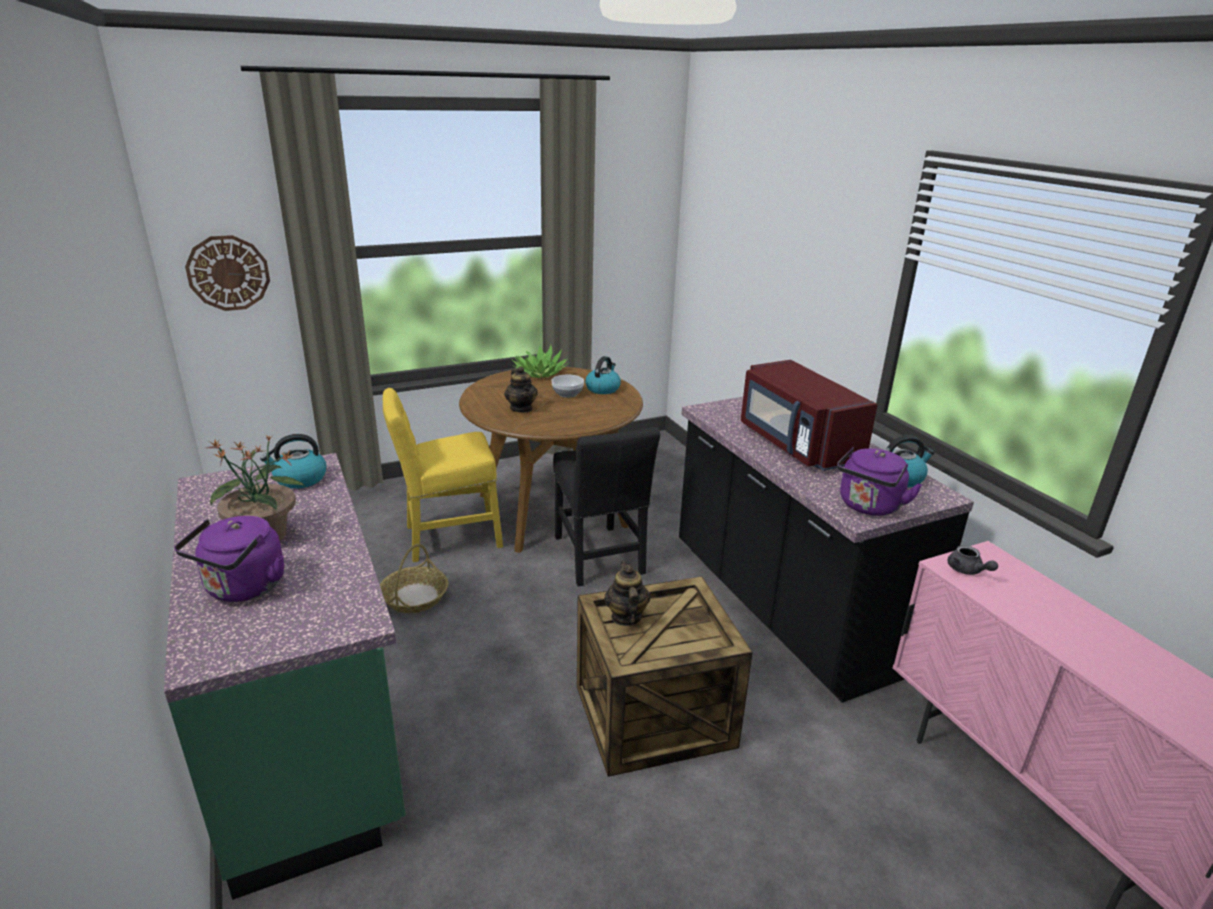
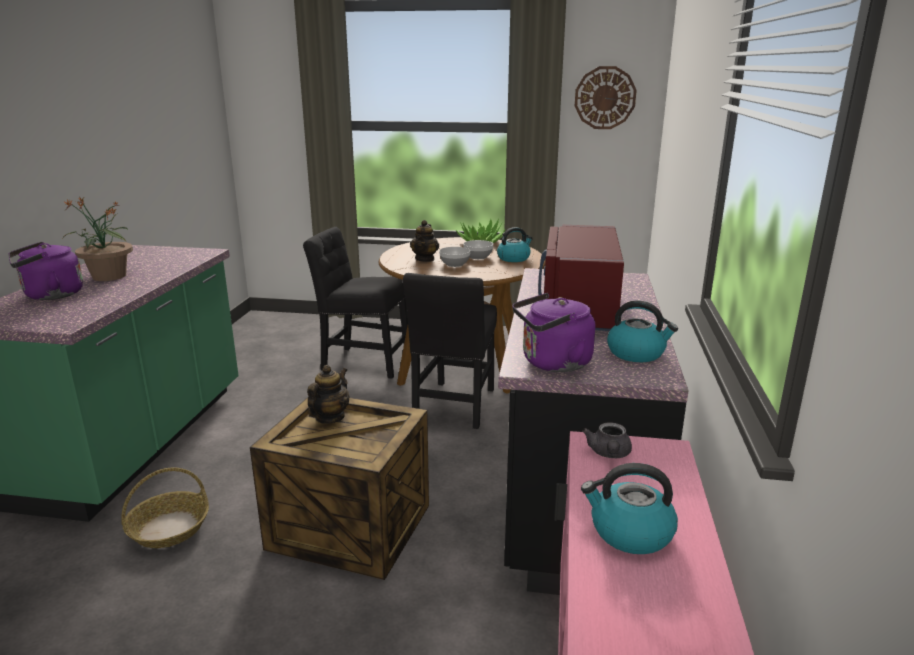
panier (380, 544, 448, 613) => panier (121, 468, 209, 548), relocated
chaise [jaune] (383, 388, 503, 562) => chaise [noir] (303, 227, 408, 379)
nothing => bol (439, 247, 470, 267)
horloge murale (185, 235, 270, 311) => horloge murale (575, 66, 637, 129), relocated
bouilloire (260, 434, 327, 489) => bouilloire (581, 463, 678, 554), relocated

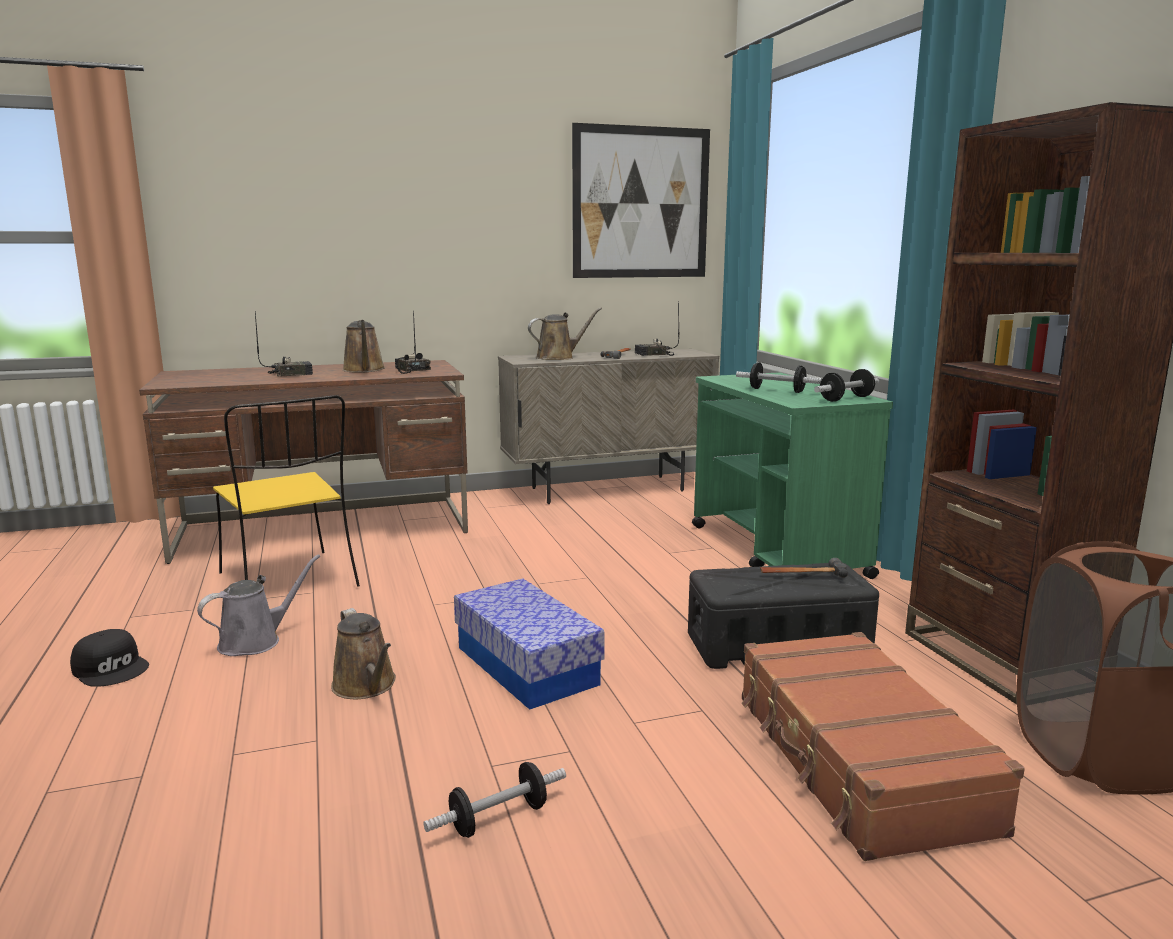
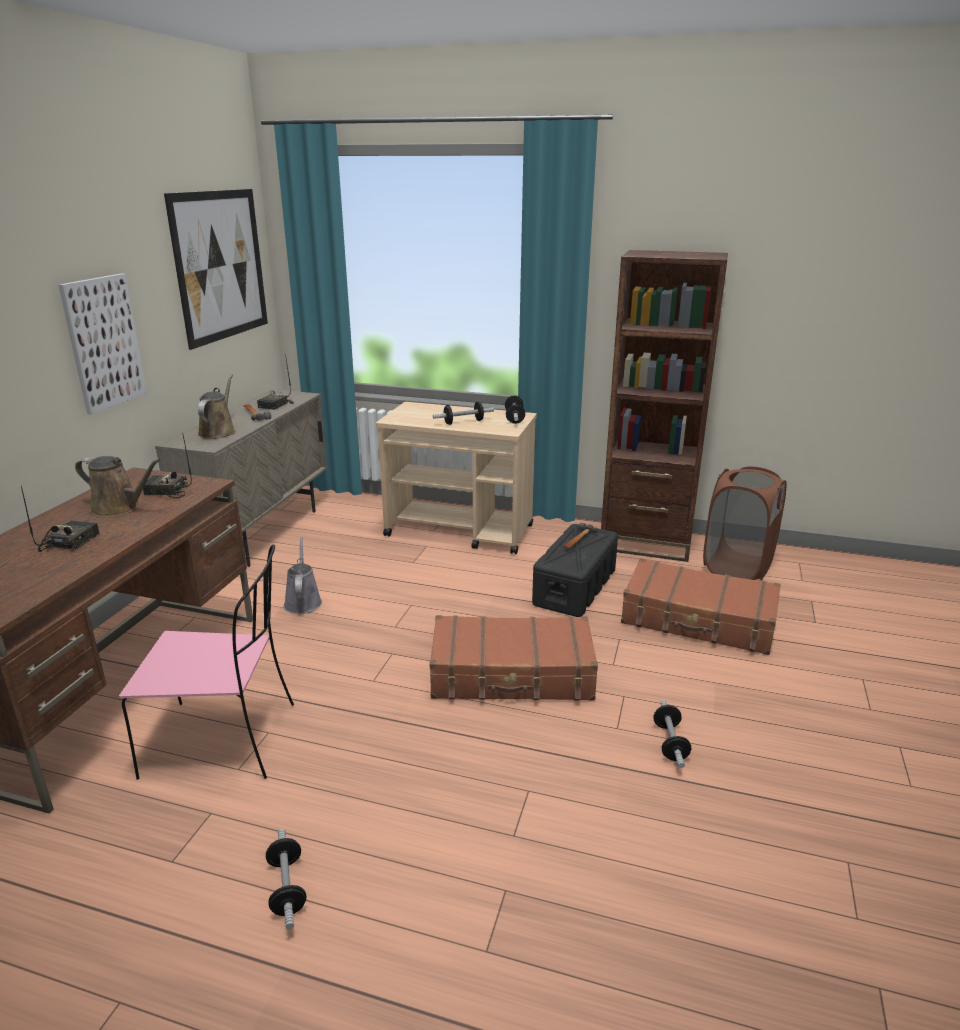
nothing => tableau (59, 274, 147, 415)
chaise [jaune] (213, 395, 360, 587) => chaise [rose] (119, 545, 294, 780)
casquette [noir] (70, 629, 149, 687) => haltère (266, 829, 306, 929)
arrosoir [gris] (197, 554, 320, 656) => arrosoir [gris] (284, 537, 322, 614), relocated
chariot [vert] (692, 373, 893, 579) => chariot [beige] (376, 402, 537, 554)
boîte de rangement (454, 578, 605, 710) => valise [marron] (430, 615, 598, 701)
arrosoir [marron] (331, 608, 396, 699) => nothing

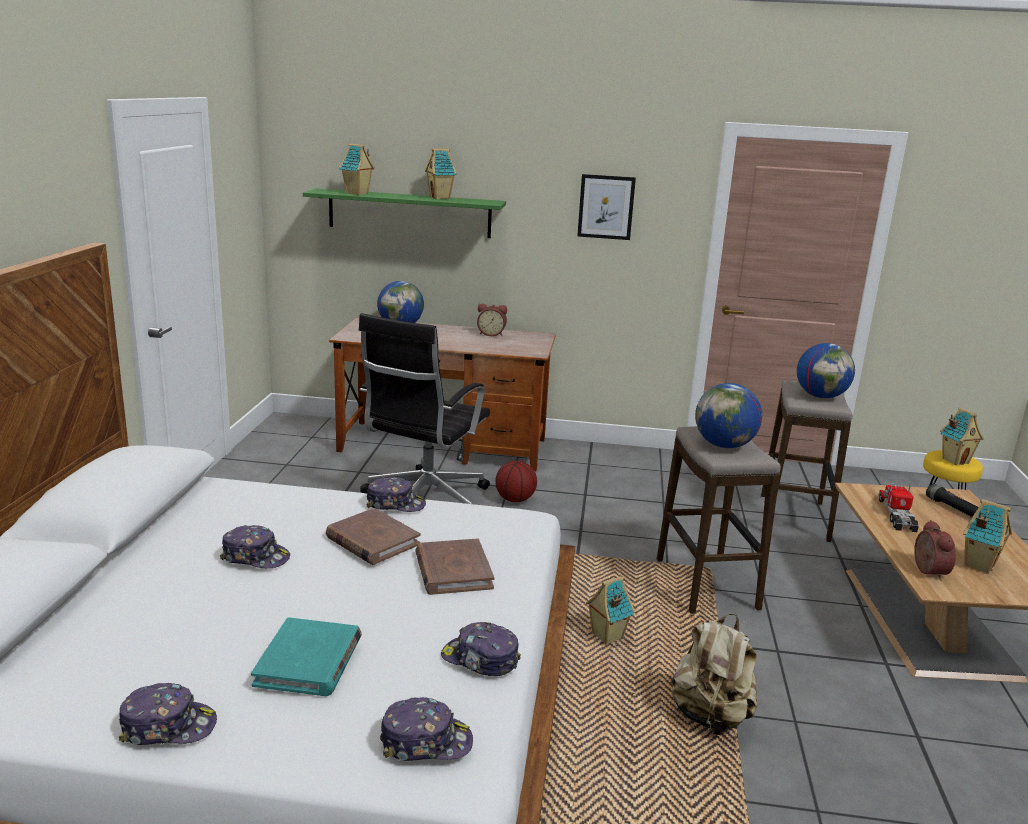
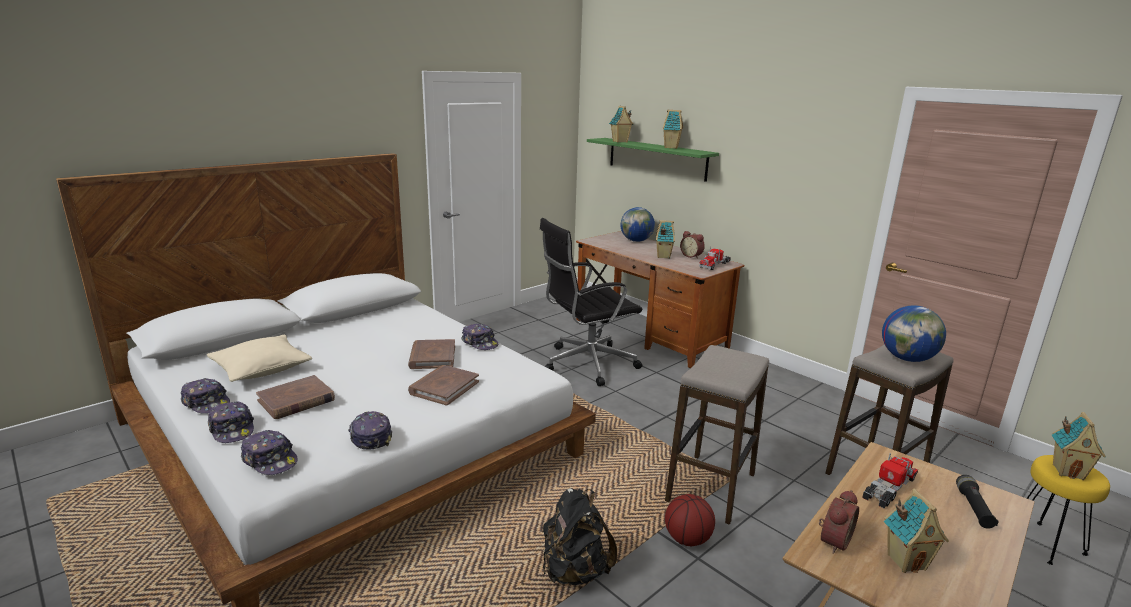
nothing => coussin [beige] (207, 334, 312, 382)
casquette (220, 525, 290, 568) => casquette (208, 402, 254, 443), relocated
livre [turquoise] (251, 617, 362, 696) => livre [marron] (256, 375, 335, 419)
sac à dos [beige] (670, 614, 758, 735) => sac à dos [noir] (543, 488, 617, 585)
maison miniature (586, 576, 635, 645) => maison miniature (656, 220, 675, 259), relocated
ballon de basket (495, 461, 537, 502) => ballon de basket (665, 494, 715, 546), relocated
nothing => camion jouet (699, 247, 731, 270)
tableau (577, 174, 636, 240) => nothing
globe (695, 383, 762, 448) => nothing

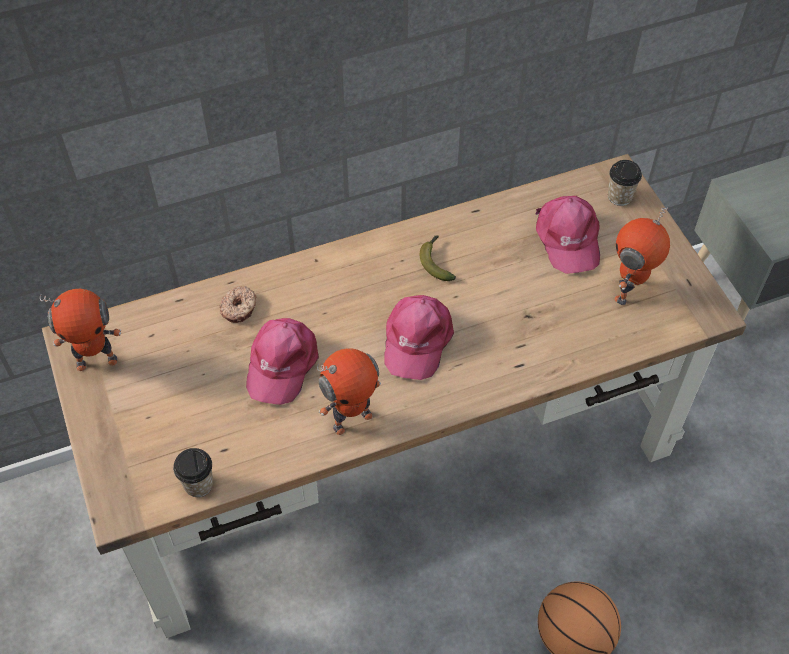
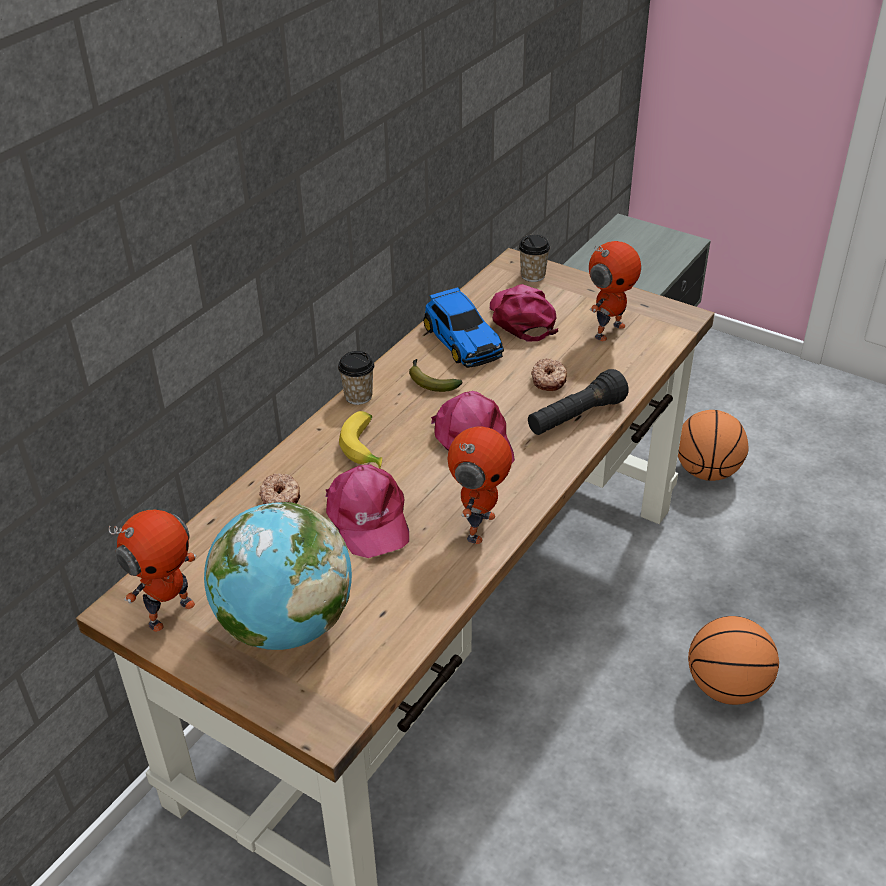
nothing => globe (204, 502, 352, 650)
tasse (173, 448, 213, 497) => tasse (338, 351, 374, 405), relocated
nothing => banane (339, 411, 382, 469)
nothing => petite voiture (423, 287, 504, 368)
casquette [rose] (535, 196, 600, 274) => casquette [rose] (490, 284, 558, 341), 150 degrees counterclockwise
nothing => lampe de poche [noir] (528, 369, 629, 435)
nothing => beignet (531, 358, 567, 391)
robot jouet (614, 208, 670, 305) => robot jouet (589, 241, 641, 341), 135 degrees counterclockwise
nothing => ballon de basket (678, 410, 748, 481)

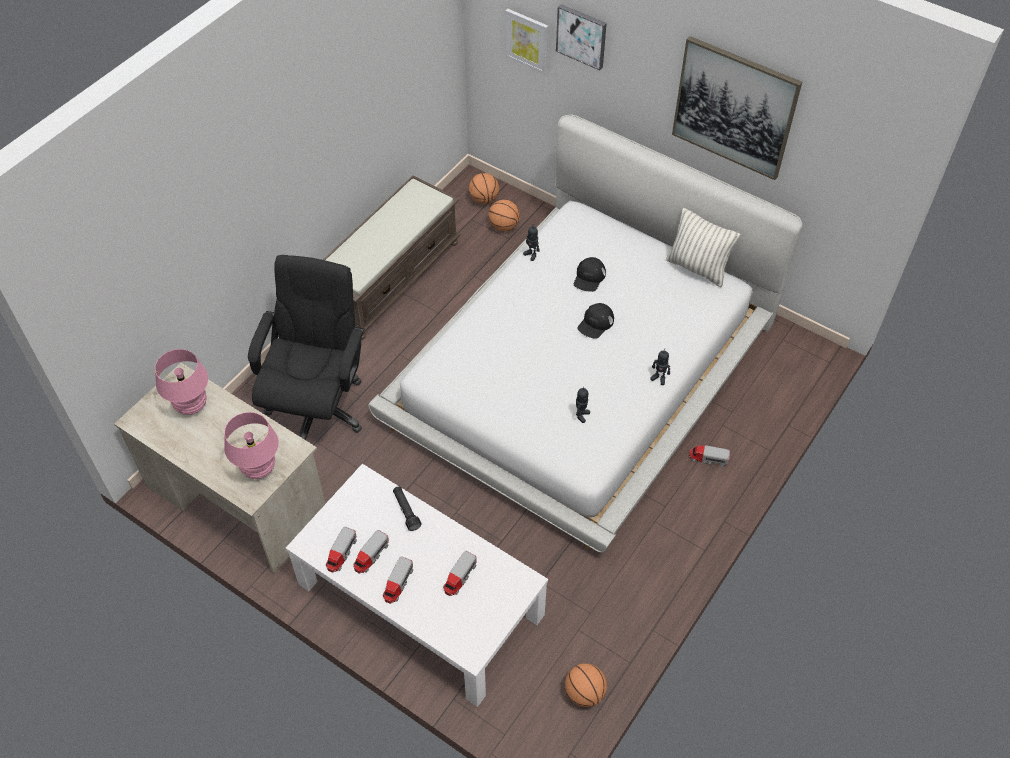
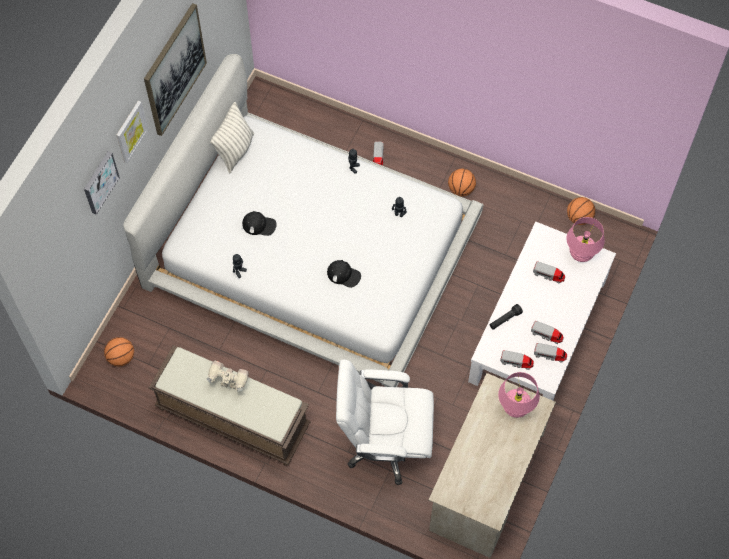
tableau (505, 8, 548, 74) => tableau (116, 101, 148, 163), relocated
nothing => robot jouet (206, 360, 249, 392)
casquette [noir] (577, 303, 614, 339) => casquette [noir] (327, 260, 361, 288), relocated
chaise de bureau [noir] (248, 255, 364, 440) => chaise de bureau [blanc] (336, 360, 434, 485)
ballon de basket (488, 199, 520, 231) => ballon de basket (448, 169, 476, 197), relocated
camion jouet (383, 557, 413, 604) => camion jouet (500, 350, 534, 370), relocated
lampe de table [rose] (155, 349, 208, 415) => lampe de table [rose] (566, 217, 605, 262), relocated

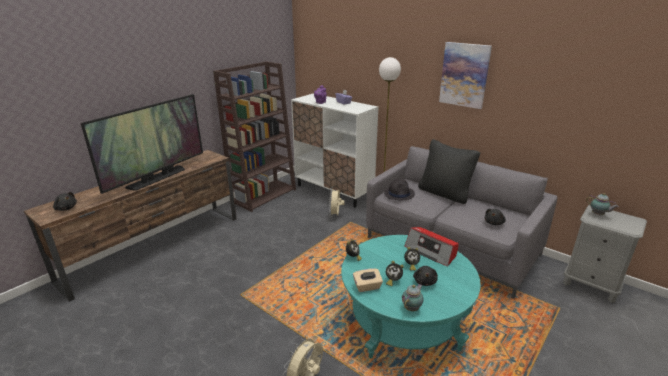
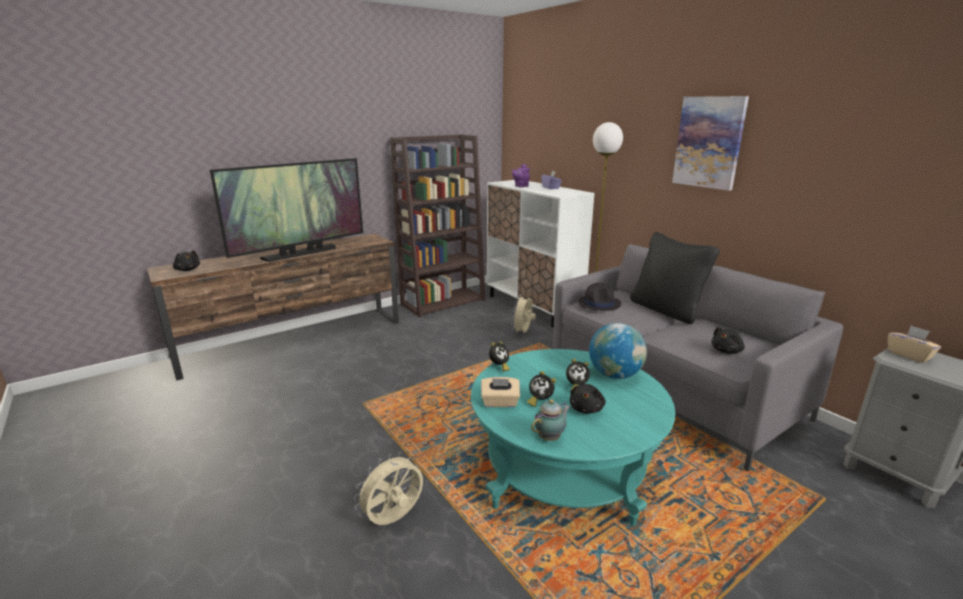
radio (405, 227, 459, 267) => globe (589, 323, 647, 379)
théière (586, 193, 619, 215) => boîte à mouchoirs [beige] (888, 326, 941, 363)

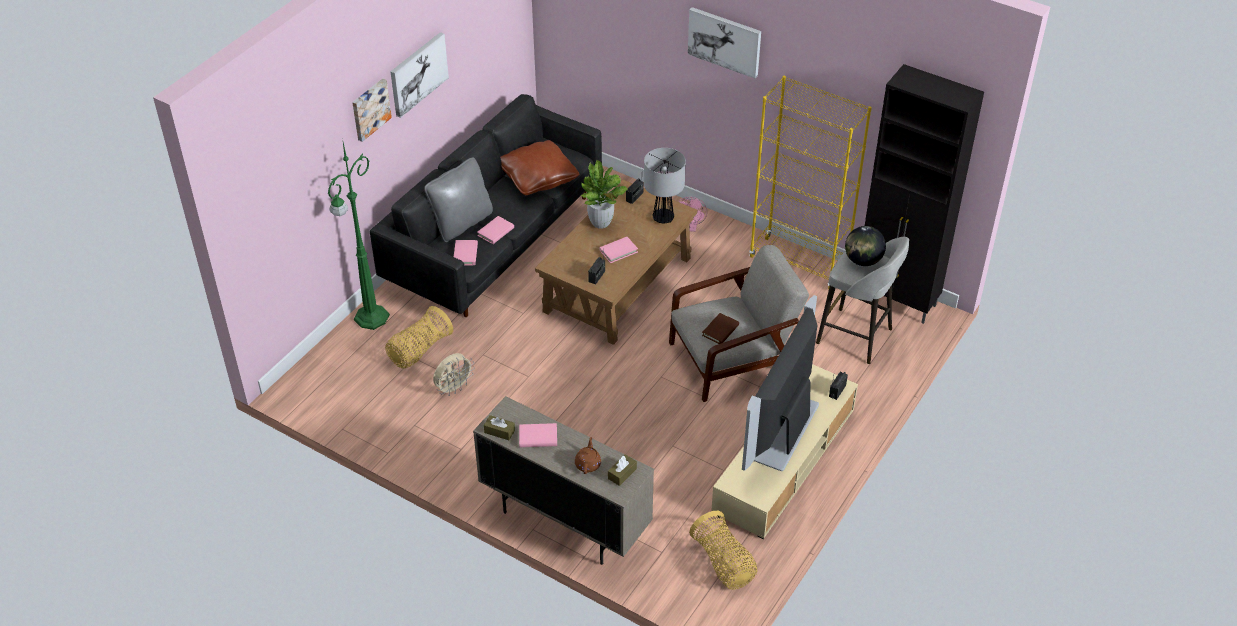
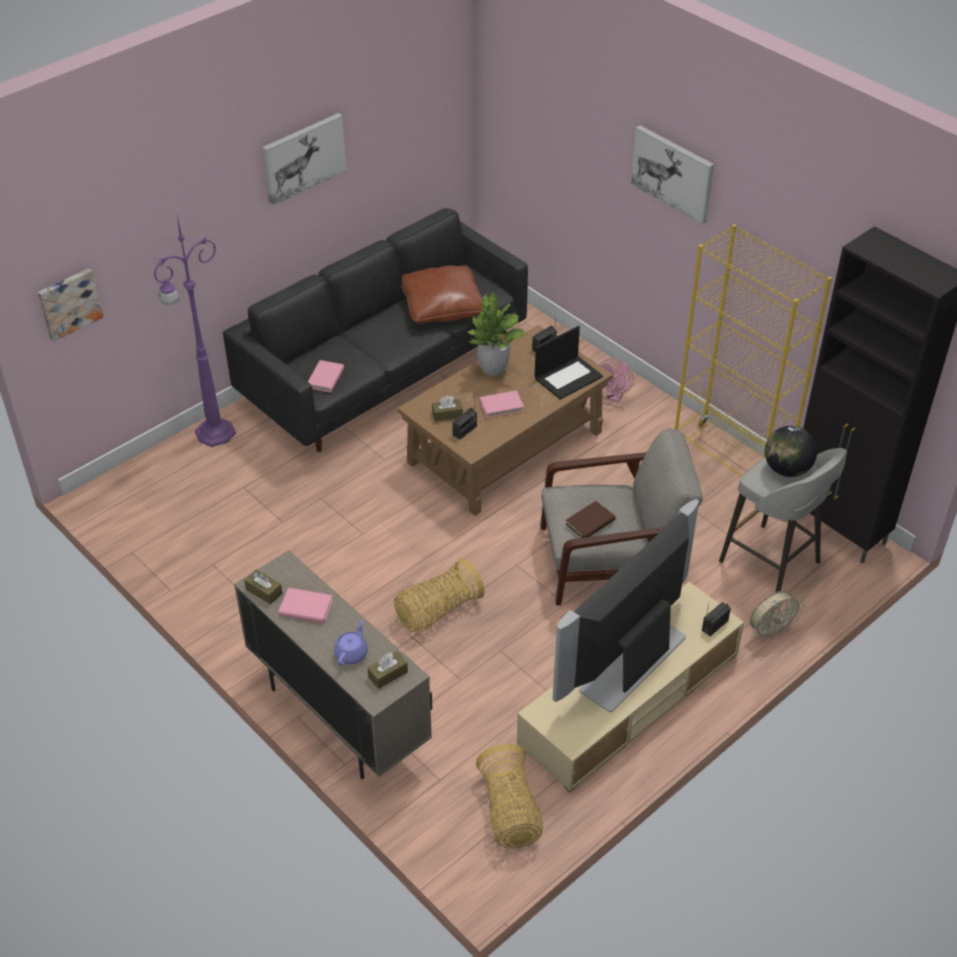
tableau (352, 78, 392, 142) => tableau (38, 268, 103, 341), relocated
lampadaire [vert] (328, 138, 390, 330) => lampadaire [violet] (153, 216, 236, 447)
théière [marron] (575, 437, 601, 474) => théière [violet] (334, 621, 368, 665)
panier (385, 306, 453, 368) => panier (394, 558, 485, 632), relocated
nothing => boîte à mouchoirs [marron] (432, 396, 463, 422)
lampe de table (644, 148, 686, 223) => ordinateur portable (535, 326, 603, 399)
ventilateur [beige] (433, 353, 475, 396) => ventilateur [beige] (749, 590, 804, 641), relocated
coussin [gris] (424, 157, 493, 242) => nothing
livre [rose] (477, 216, 514, 244) => nothing

